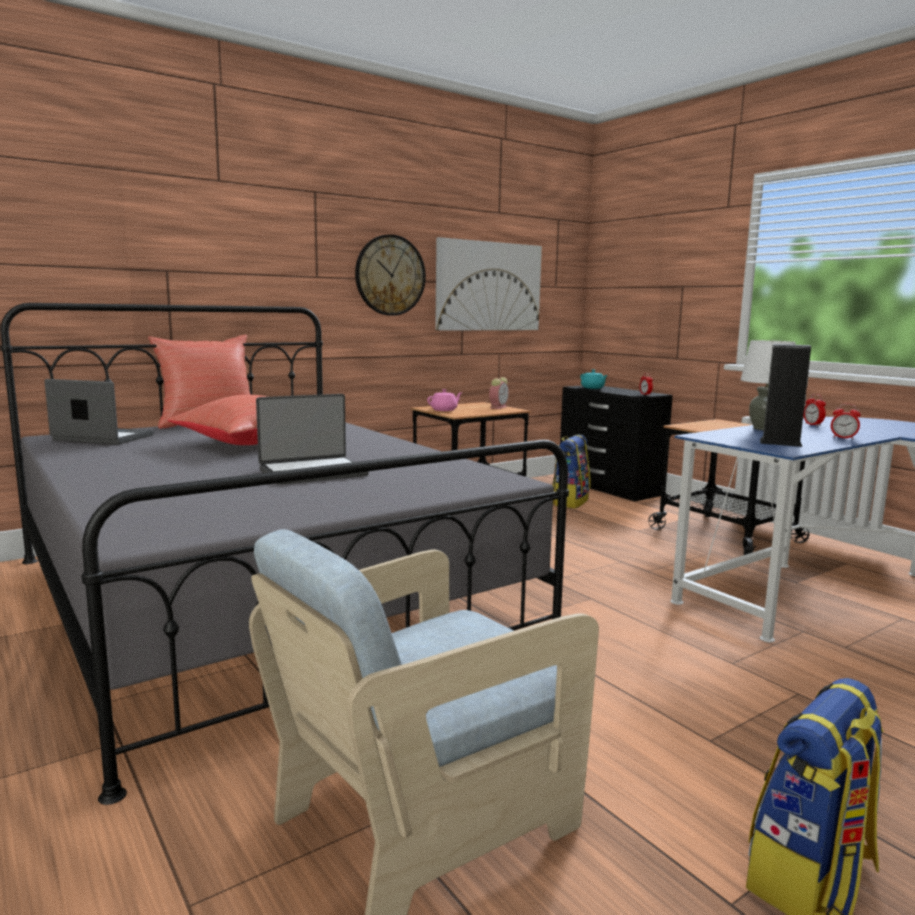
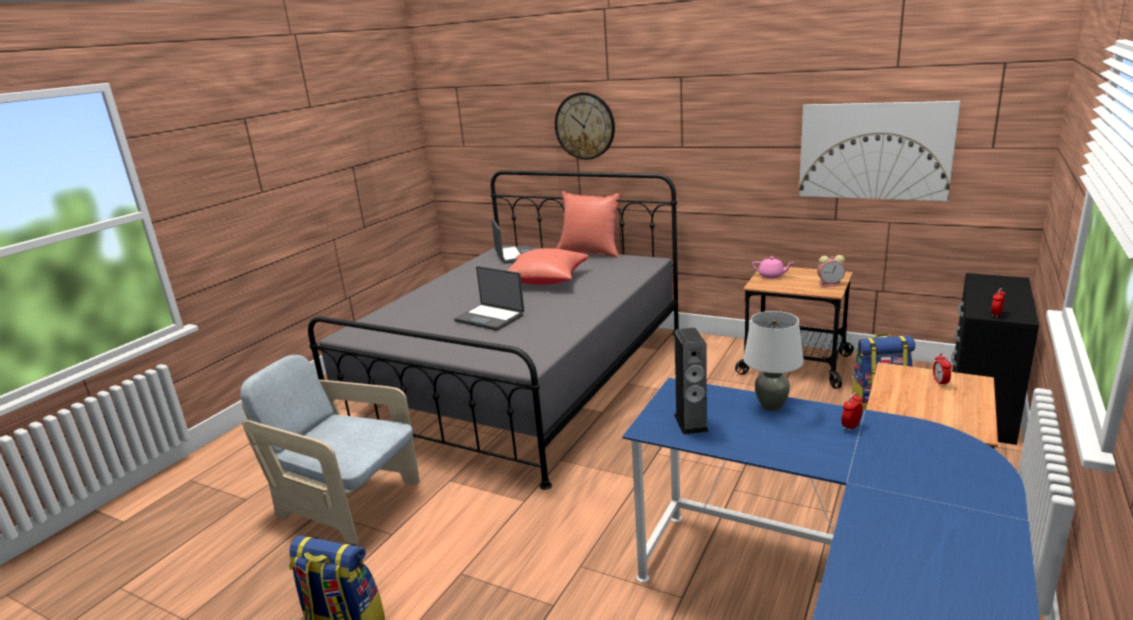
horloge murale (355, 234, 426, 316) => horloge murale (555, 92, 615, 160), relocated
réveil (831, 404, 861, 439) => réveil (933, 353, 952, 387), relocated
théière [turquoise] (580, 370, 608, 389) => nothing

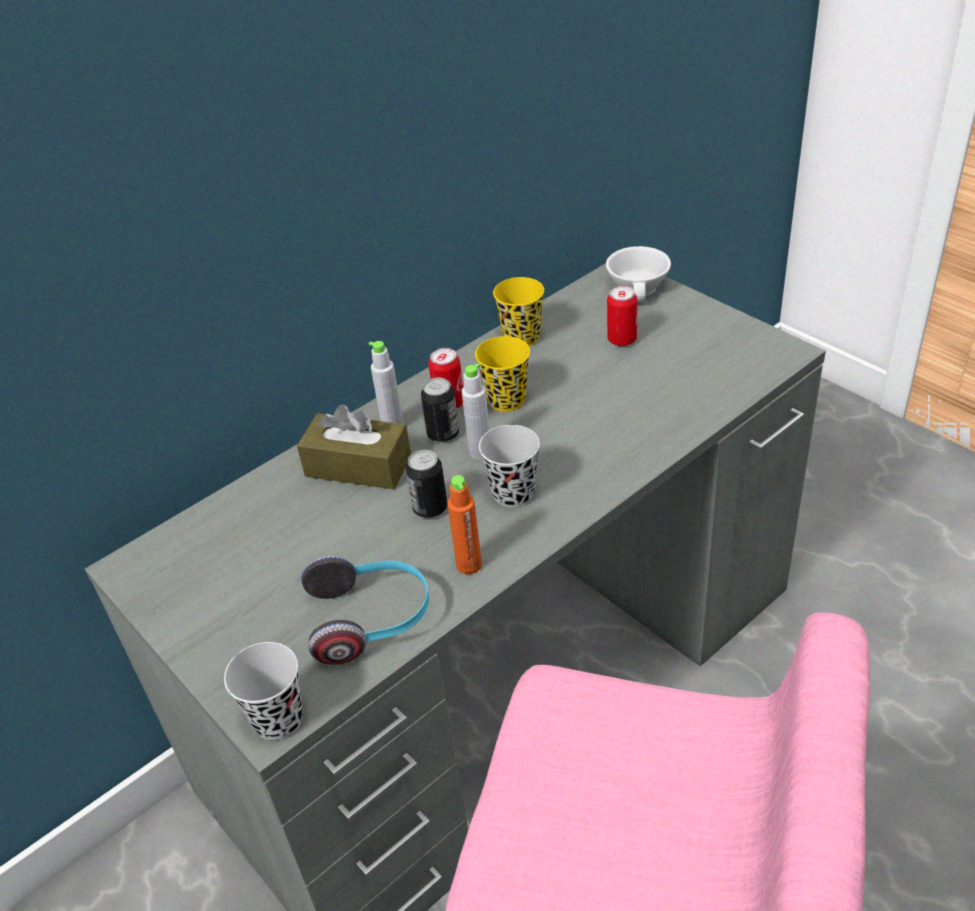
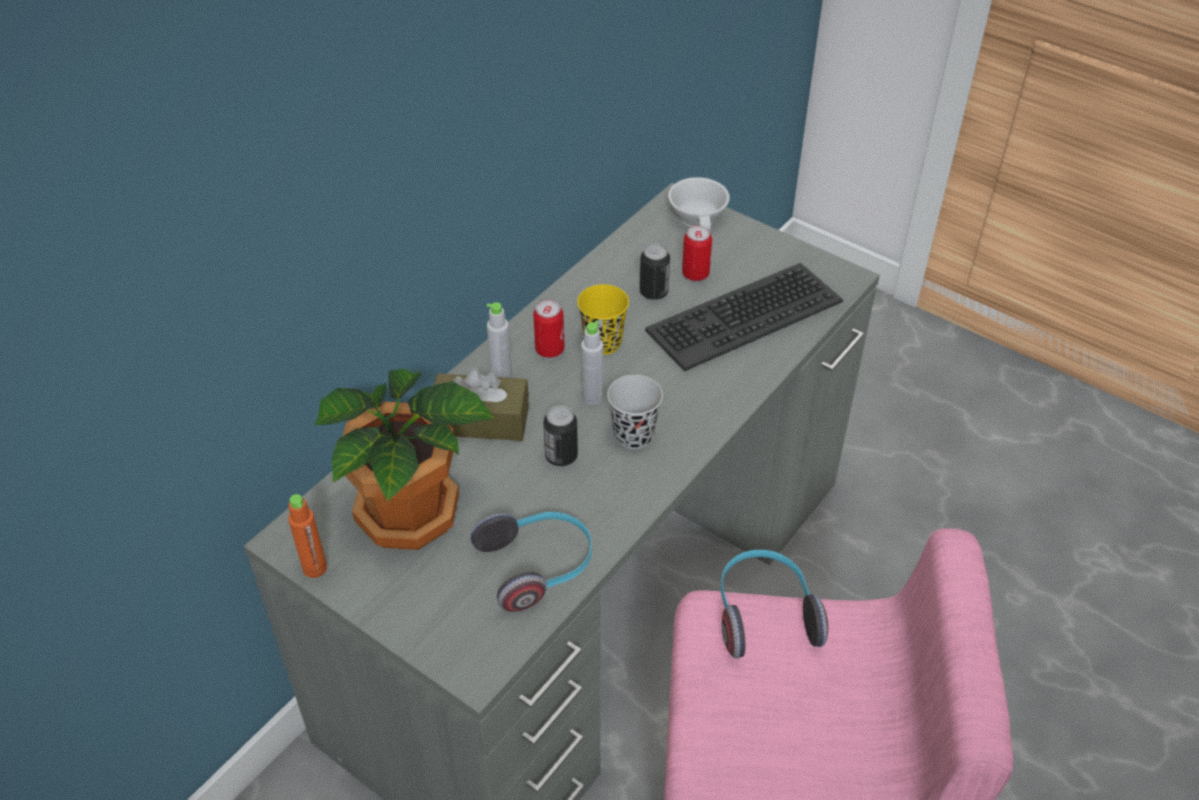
bouteille [orange] (447, 475, 482, 574) => bouteille [orange] (288, 494, 327, 578), relocated
nothing => plante en pot (314, 369, 494, 550)
boîte métallique (421, 378, 459, 443) => boîte métallique (640, 244, 670, 300), relocated
nothing => clavier (645, 263, 843, 371)
nothing => casque audio (721, 550, 828, 659)
tasse [noir] (224, 642, 303, 740) => nothing
tasse [jaune] (493, 277, 544, 346) => nothing

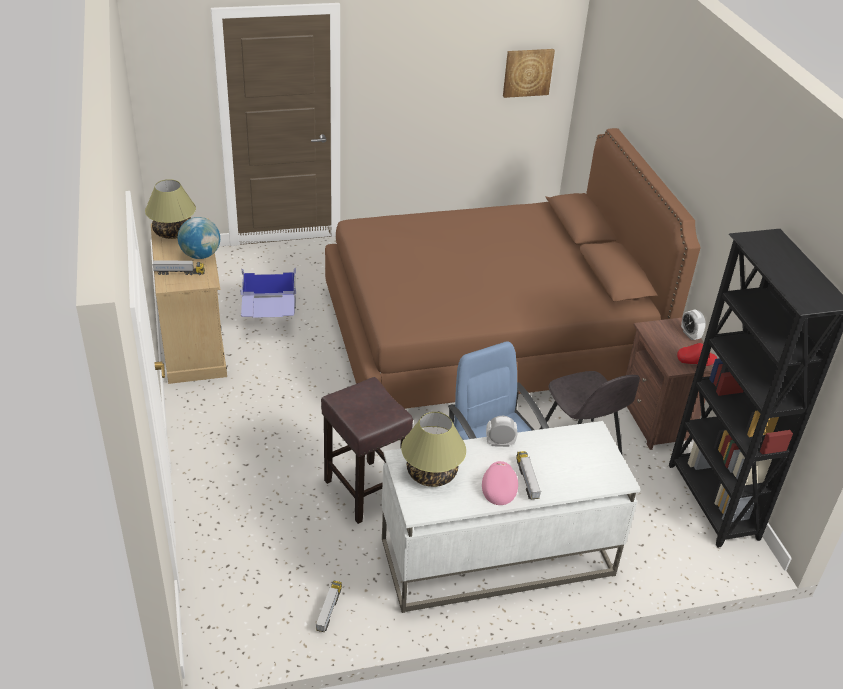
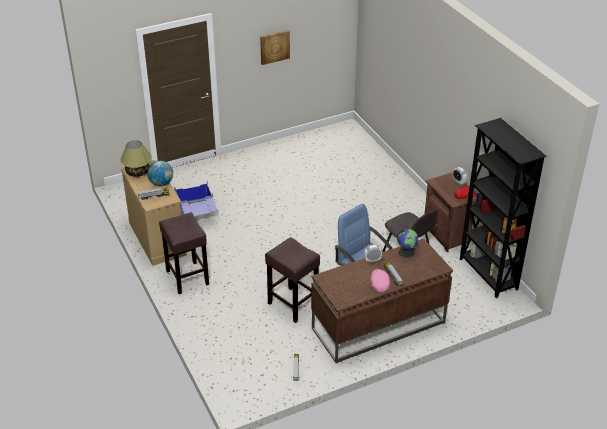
nothing => tabouret [marron] (159, 212, 209, 294)
tableau (503, 49, 555, 98) => tableau (260, 30, 290, 65), relocated
bureau [blanc] (382, 421, 641, 613) => bureau [marron] (311, 239, 453, 363)
nothing => globe (397, 229, 418, 258)
lit [marron] (325, 128, 701, 409) => nothing
lampe de table (401, 412, 466, 487) => nothing

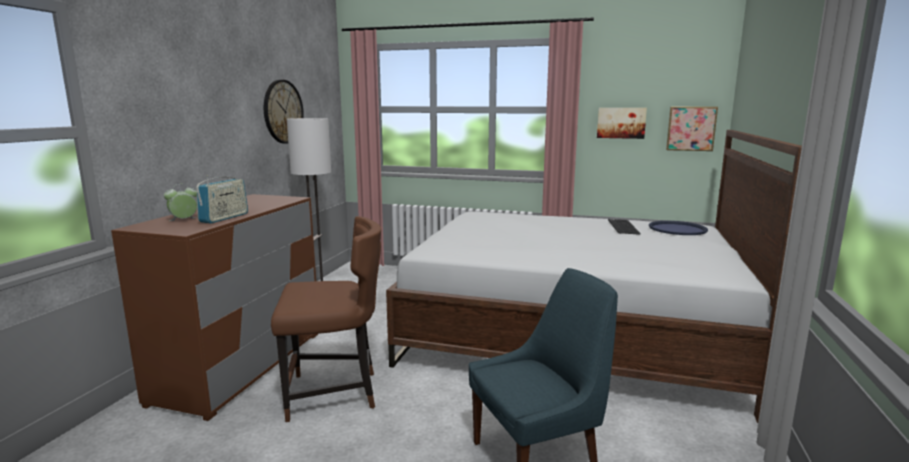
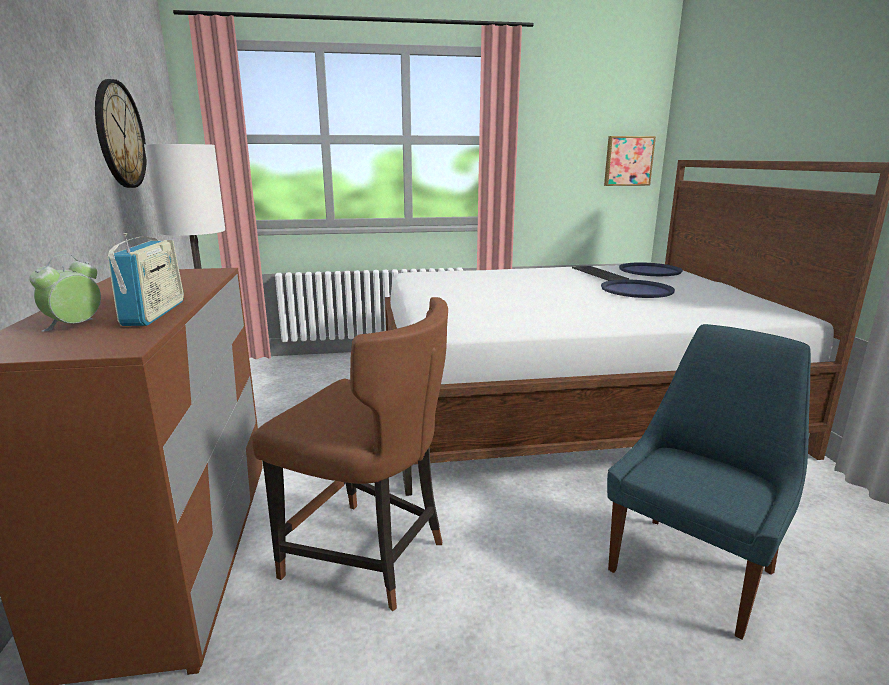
chaise [marron] (271, 216, 381, 422) => chaise [marron] (252, 297, 448, 611), 60 degrees clockwise
nothing => plateau [bleu] (601, 280, 675, 298)
tableau (597, 108, 647, 139) => nothing

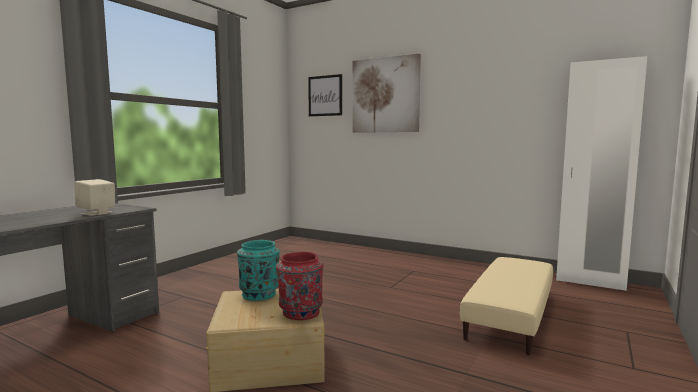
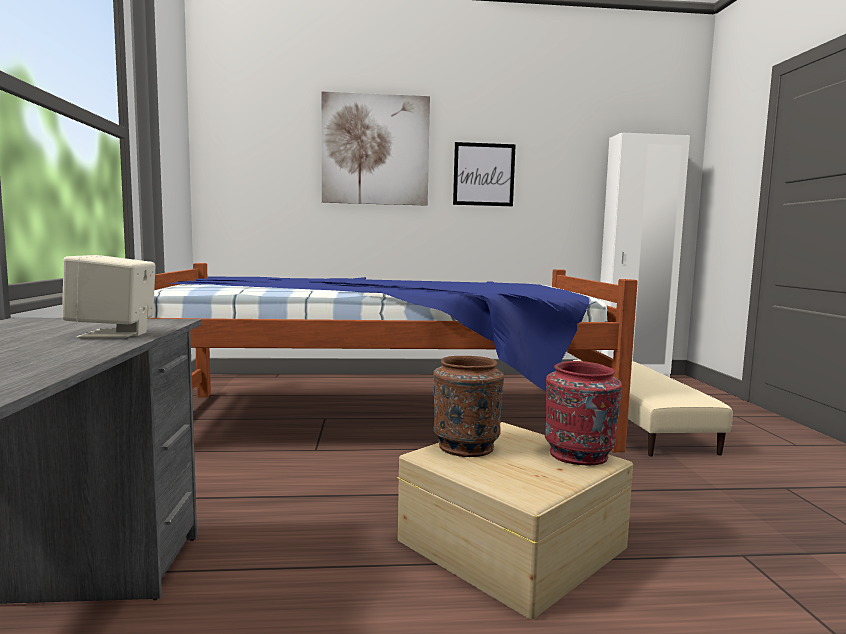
nothing => lit (147, 263, 638, 452)
vase [turquoise] (237, 240, 280, 301) => vase [marron] (433, 356, 504, 457)
tableau (308, 74, 342, 117) => tableau (453, 142, 516, 206), relocated

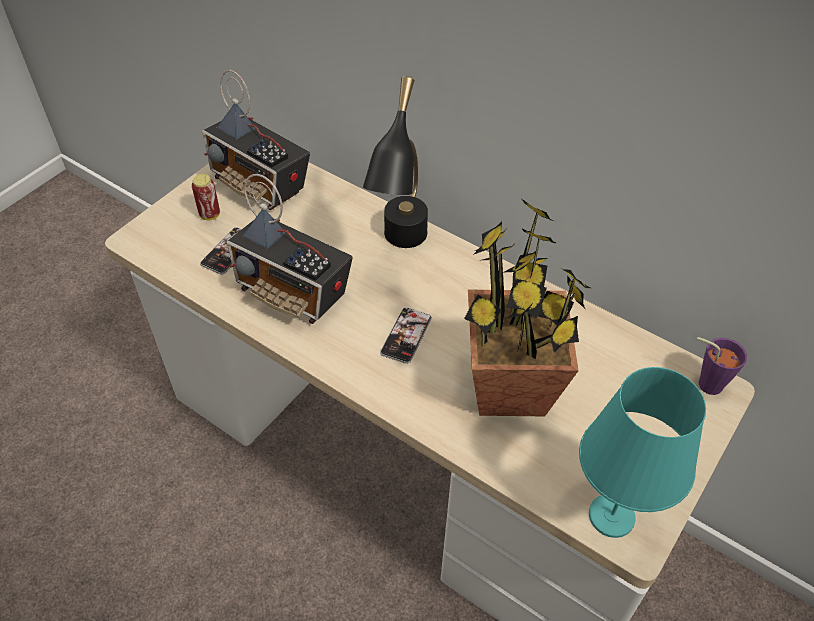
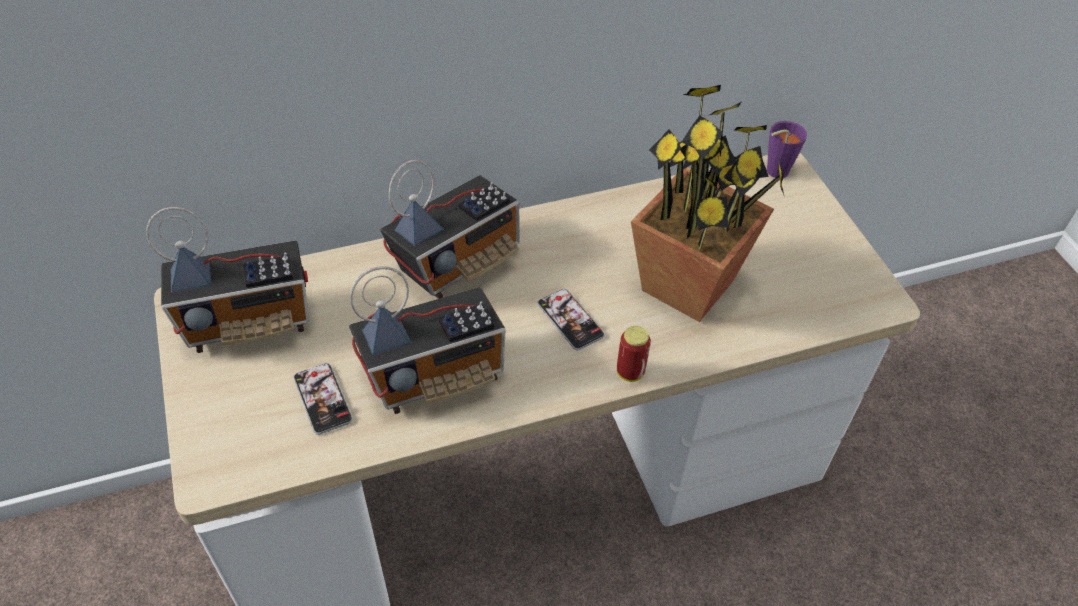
lampe de table [noir] (363, 76, 428, 248) => radio (380, 160, 520, 299)
boîte métallique (192, 174, 220, 220) => boîte métallique (617, 326, 651, 382), relocated
lampe de table [turquoise] (579, 367, 706, 538) => nothing

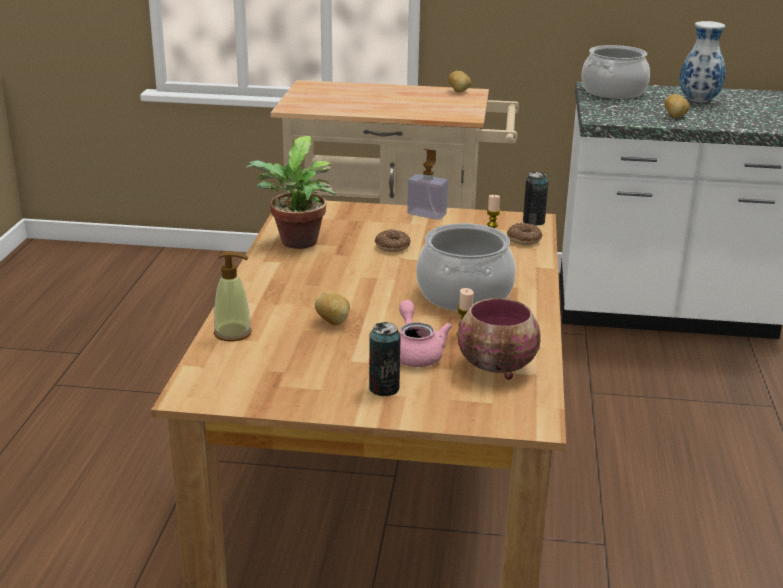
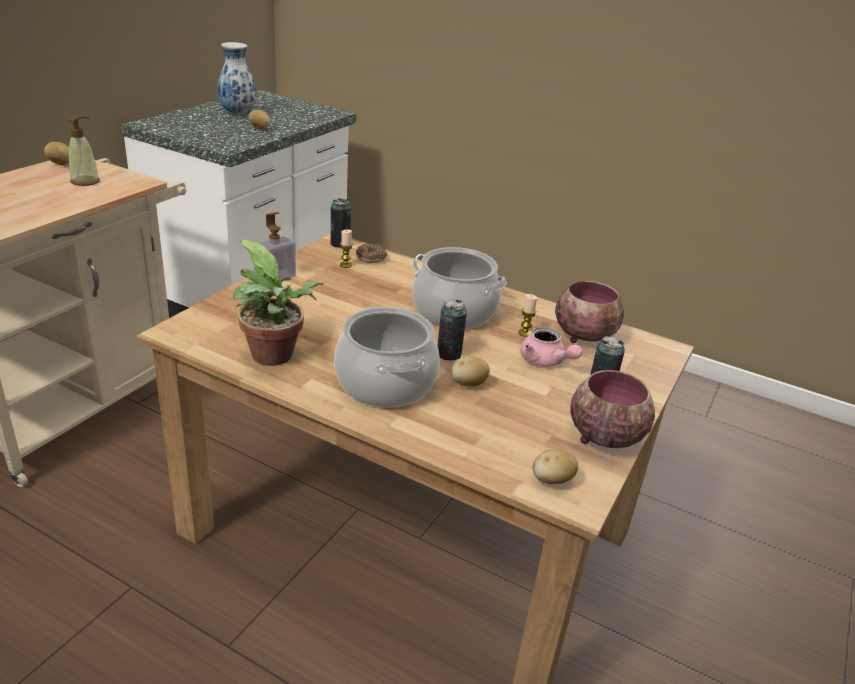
distributeur de savon (214, 251, 252, 341) => distributeur de savon (68, 116, 100, 186), relocated
marmite (581, 45, 650, 99) => marmite (334, 306, 440, 408), relocated
nothing => boîte métallique (438, 300, 467, 361)
théière [rose] (399, 300, 452, 367) => théière [rose] (520, 327, 583, 367), 135 degrees counterclockwise
nothing => pomme de terre (533, 449, 578, 484)
nothing => bol (570, 370, 655, 448)
beignet (374, 229, 411, 252) => nothing

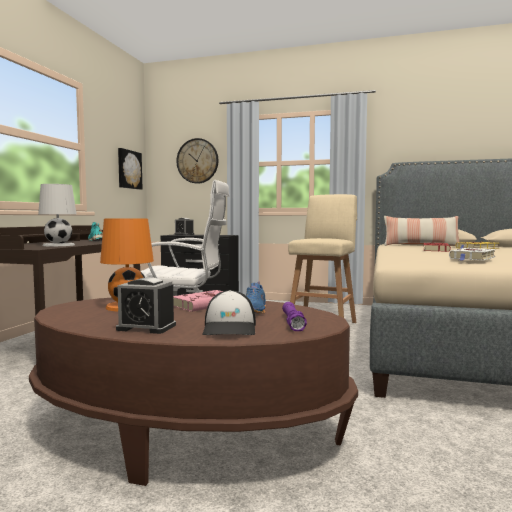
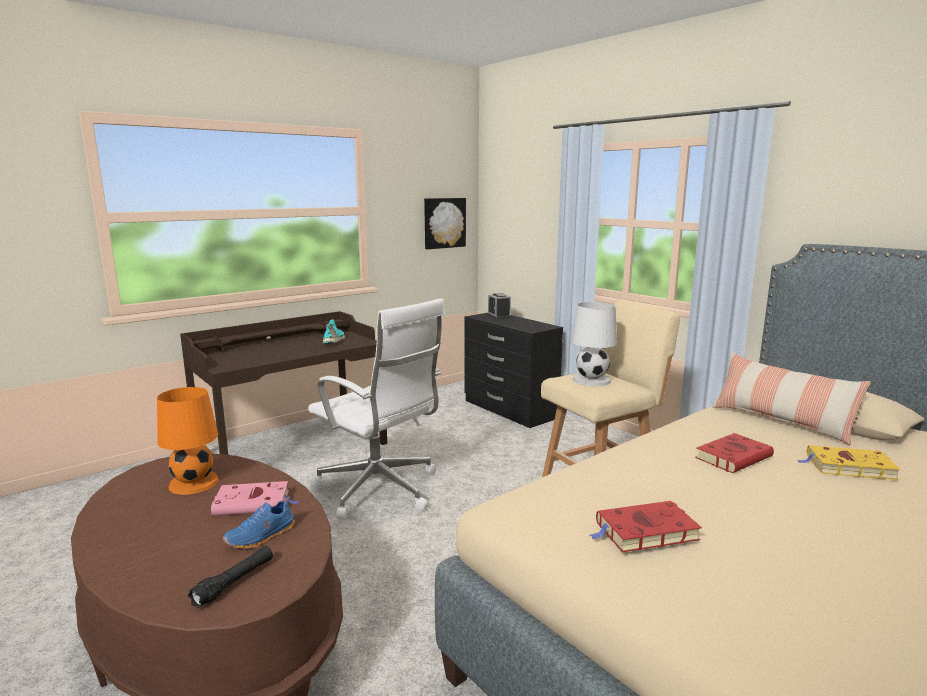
lampe de poche [violet] (282, 302, 307, 331) => lampe de poche [noir] (187, 546, 273, 609)
lampe de table [blanc] (38, 184, 76, 246) => lampe de table [blanc] (572, 302, 617, 386), relocated
livre [blanc] (449, 248, 496, 261) => livre [rouge] (590, 501, 702, 552)
réveil (116, 277, 176, 334) => nothing
horloge murale (176, 138, 218, 184) => nothing
casquette (203, 290, 256, 335) => nothing

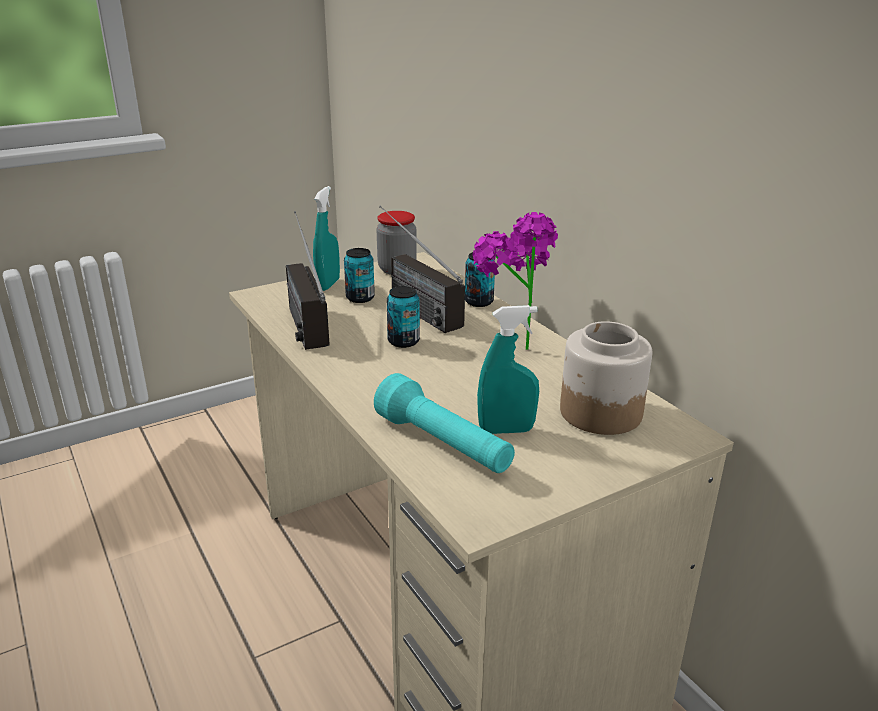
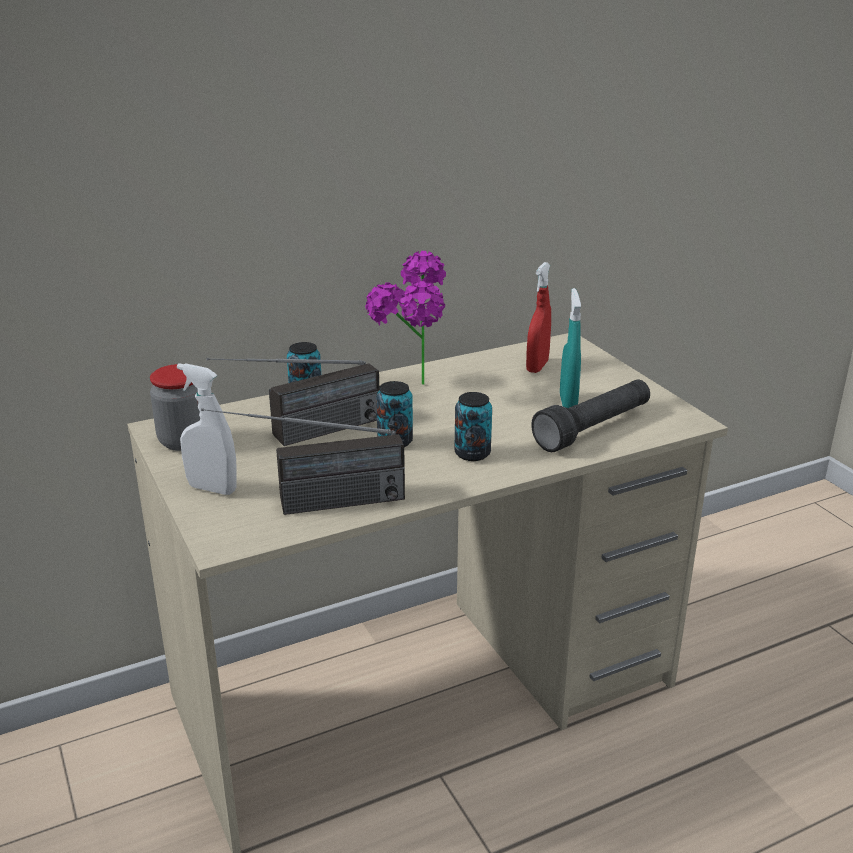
vaporisateur [turquoise] (313, 186, 340, 291) => vaporisateur [blanc] (177, 363, 237, 495)
boîte métallique (344, 248, 375, 303) => boîte métallique (454, 392, 492, 461), relocated
bocal (560, 321, 652, 435) => vaporisateur [rouge] (526, 262, 551, 373)
lampe de poche [turquoise] (374, 373, 515, 473) => lampe de poche [noir] (531, 380, 650, 452)

